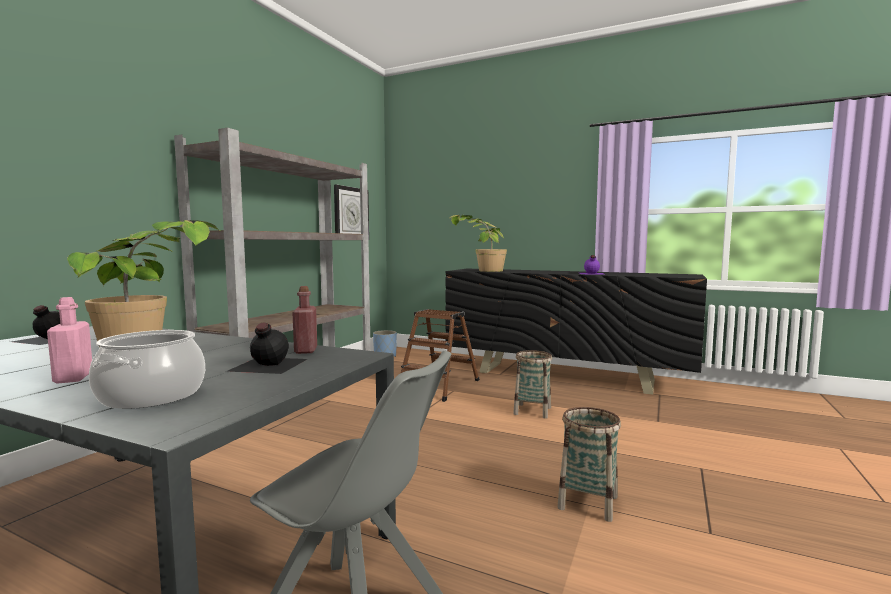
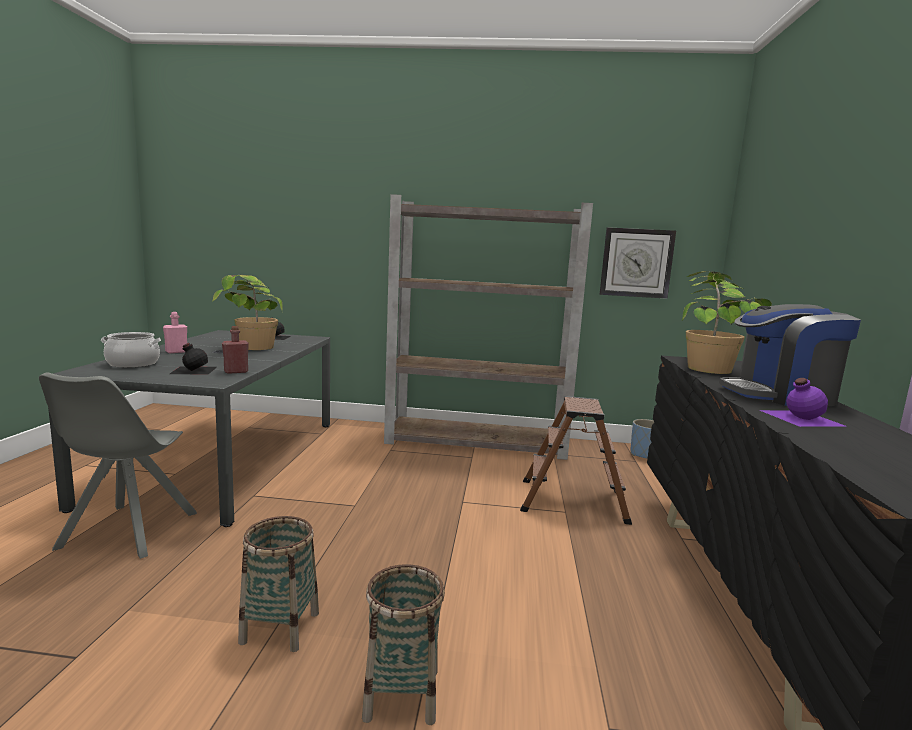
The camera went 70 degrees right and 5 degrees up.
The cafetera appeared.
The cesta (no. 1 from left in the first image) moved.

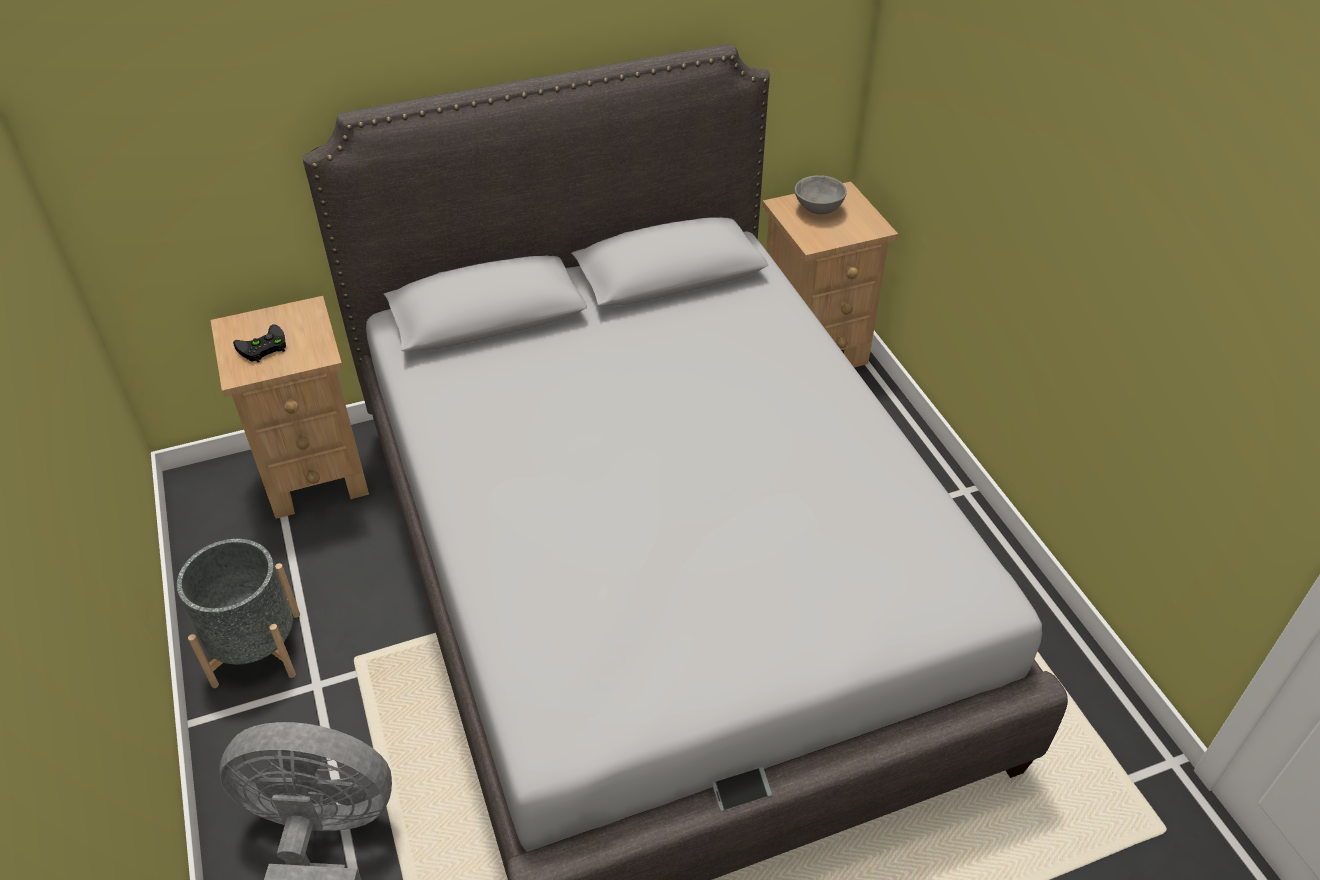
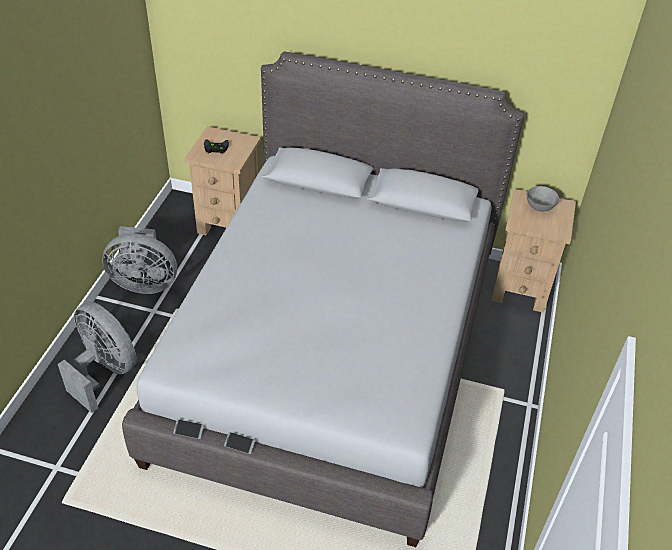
The camera went 35 degrees right and 0 degrees up.
The móvil (no. 1 from left) appeared.
The maceta [gris] was replaced by the ventilador [gris] (no. 2 from left).

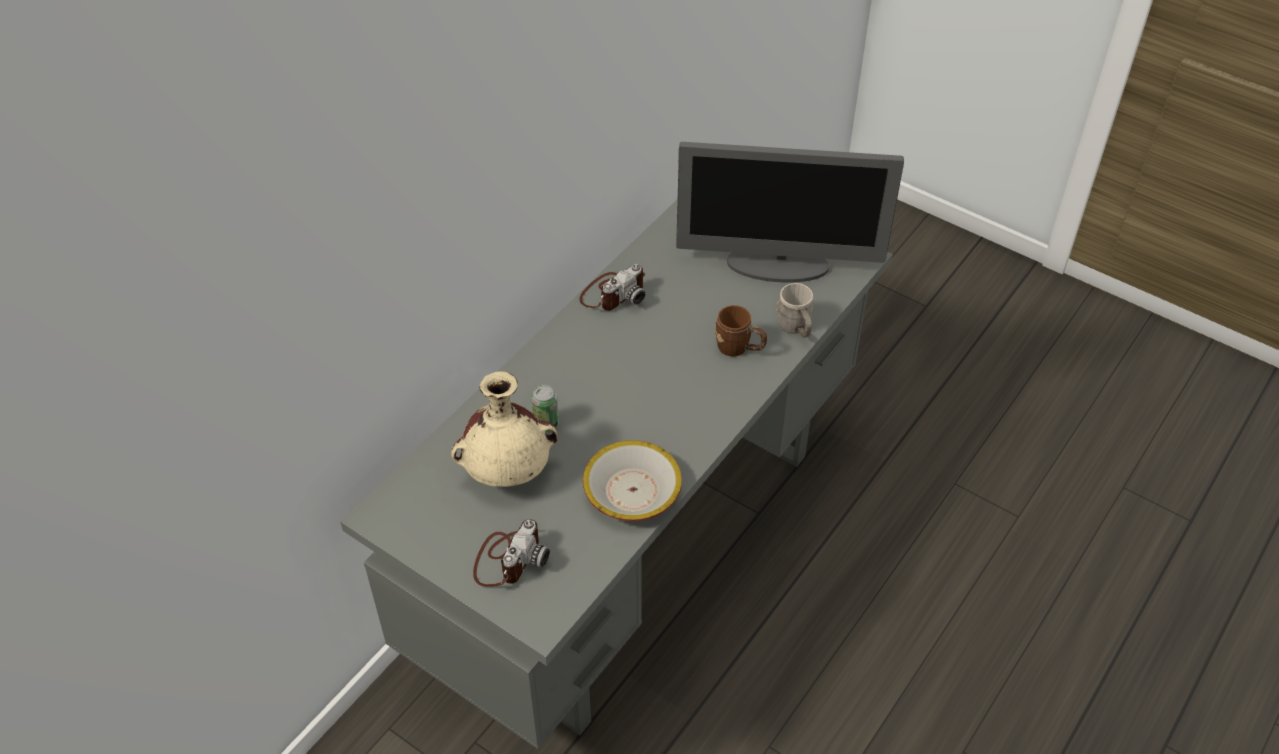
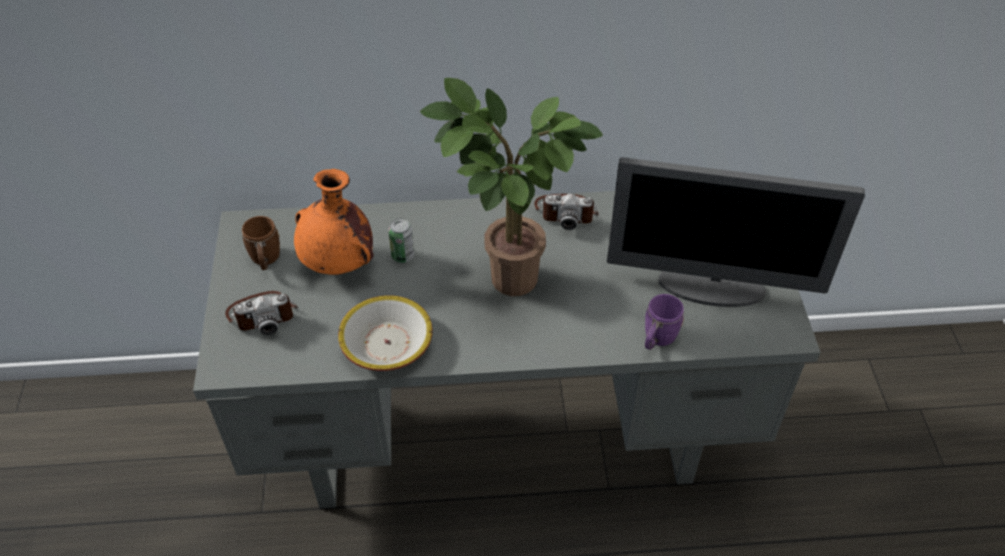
The camera went 50 degrees right and 0 degrees up.
The planta en maceta appeared.
The taza grande [marrón] moved.
The florero [beis] became the florero [naranja].
The taza grande [gris] became the taza grande [morado].
The monitor turned 45 degrees counterclockwise.

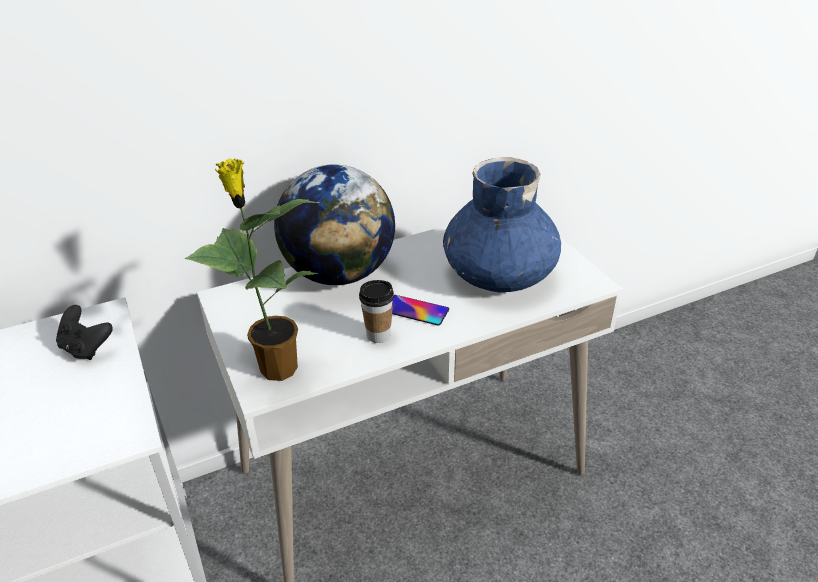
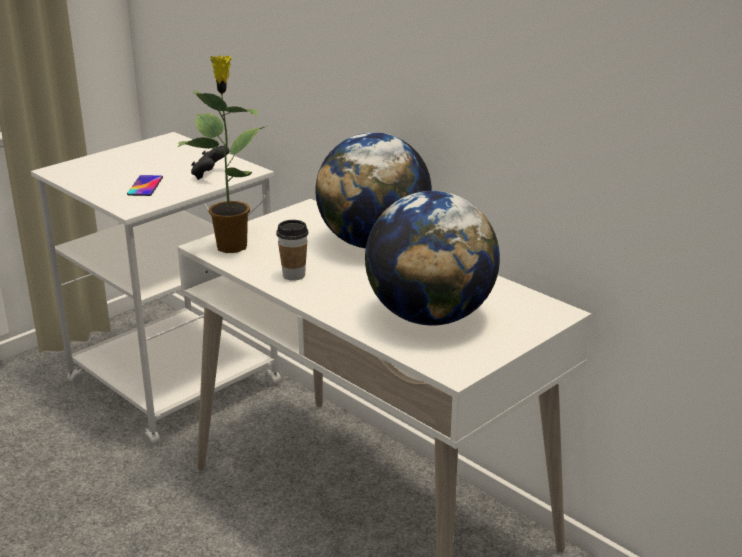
The camera went 70 degrees right and 10 degrees down.
The móvil moved.
The florero [azul] was replaced by the globo terráqueo (no. 2 from left).

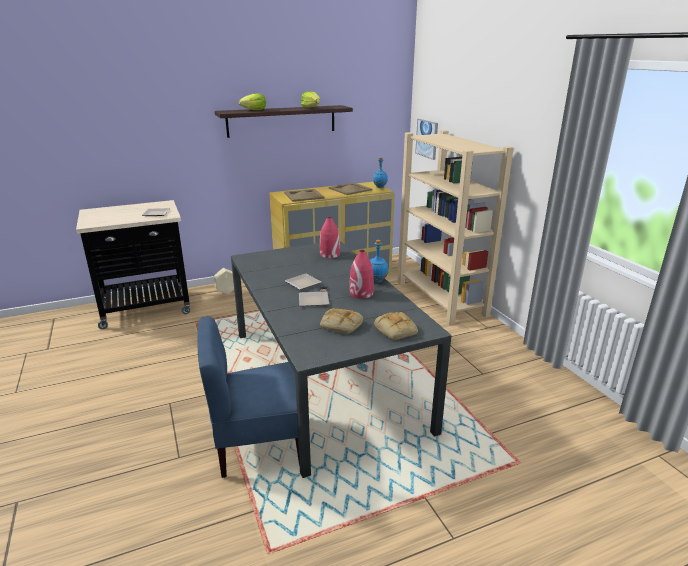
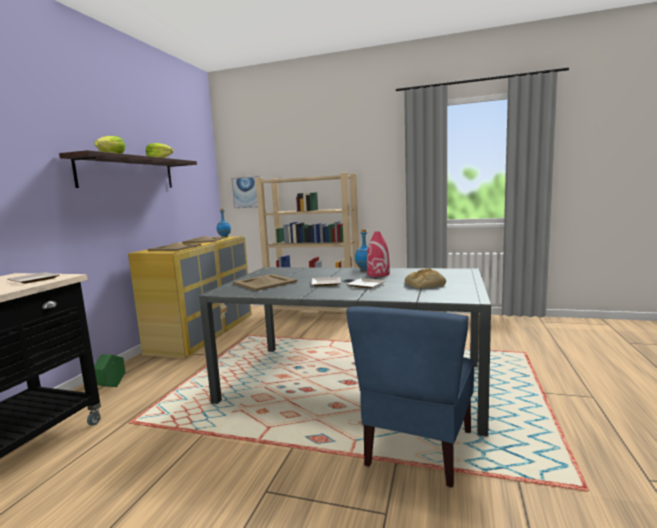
The camera went 50 degrees left and 15 degrees down.
The florero [rojo] (no. 1 from left) disappeared.
The pan (no. 2 from left) disappeared.
The bandeja [beis] (no. 3 from left) appeared.
The maceta [beis] became the maceta [verde].

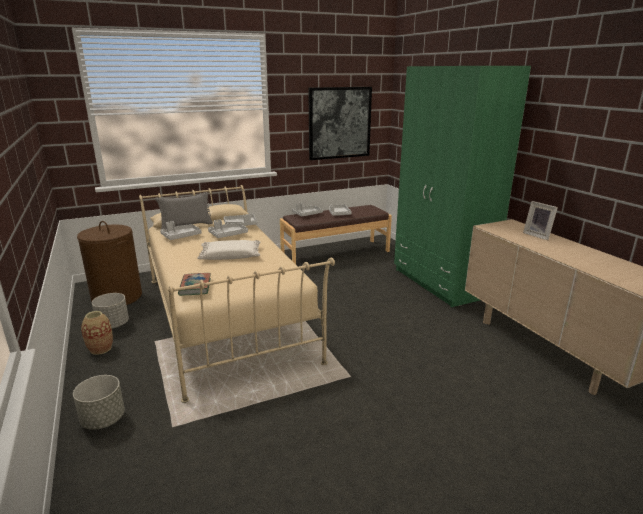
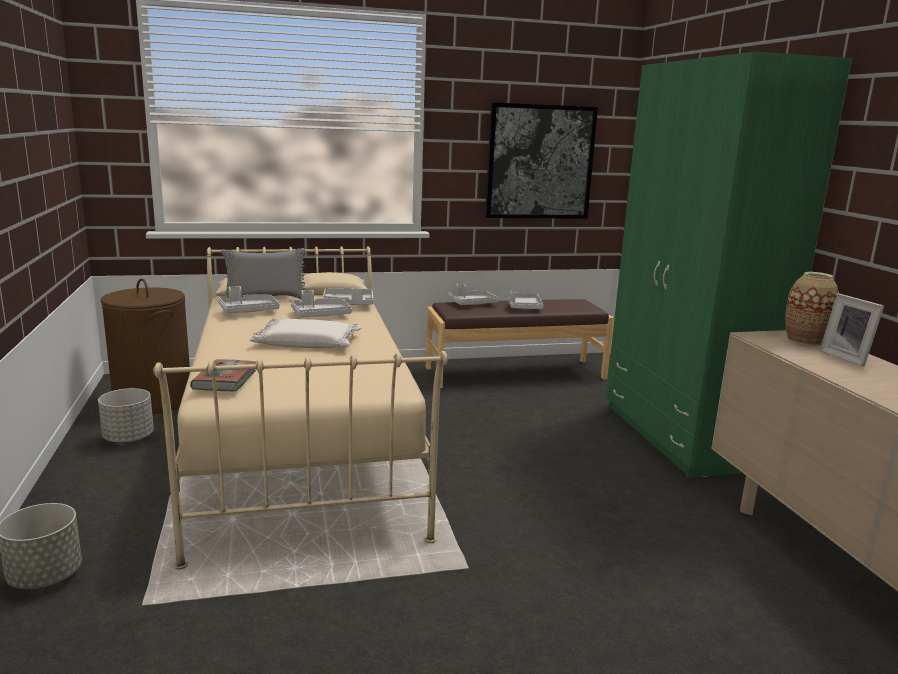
The camera went 10 degrees right and 5 degrees down.
The florero moved.

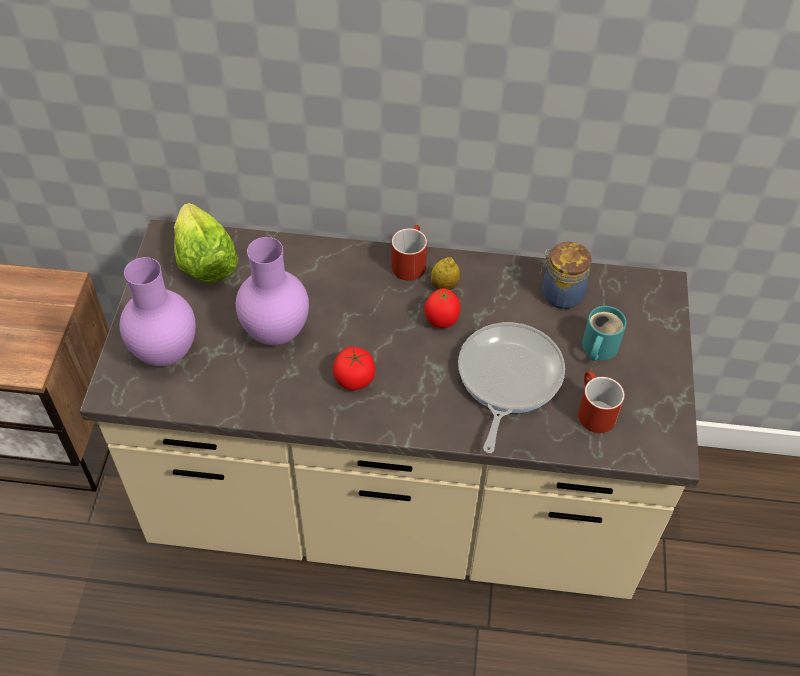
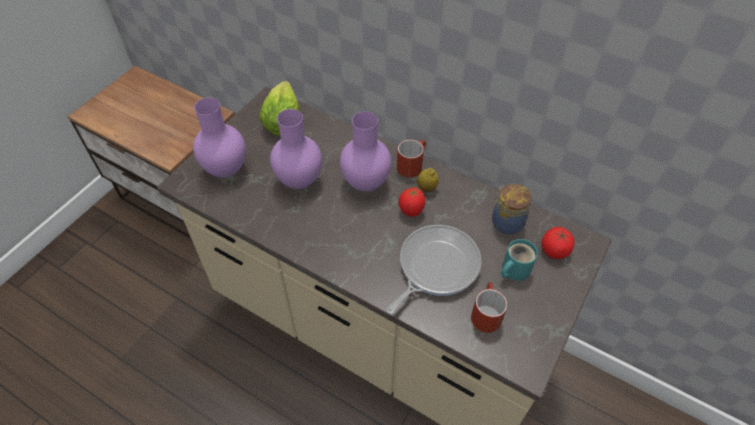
The camera went 25 degrees right and 0 degrees up.
The florero [morado] (no. 3 from left) appeared.
The tomate (no. 1 from left in the first image) moved.

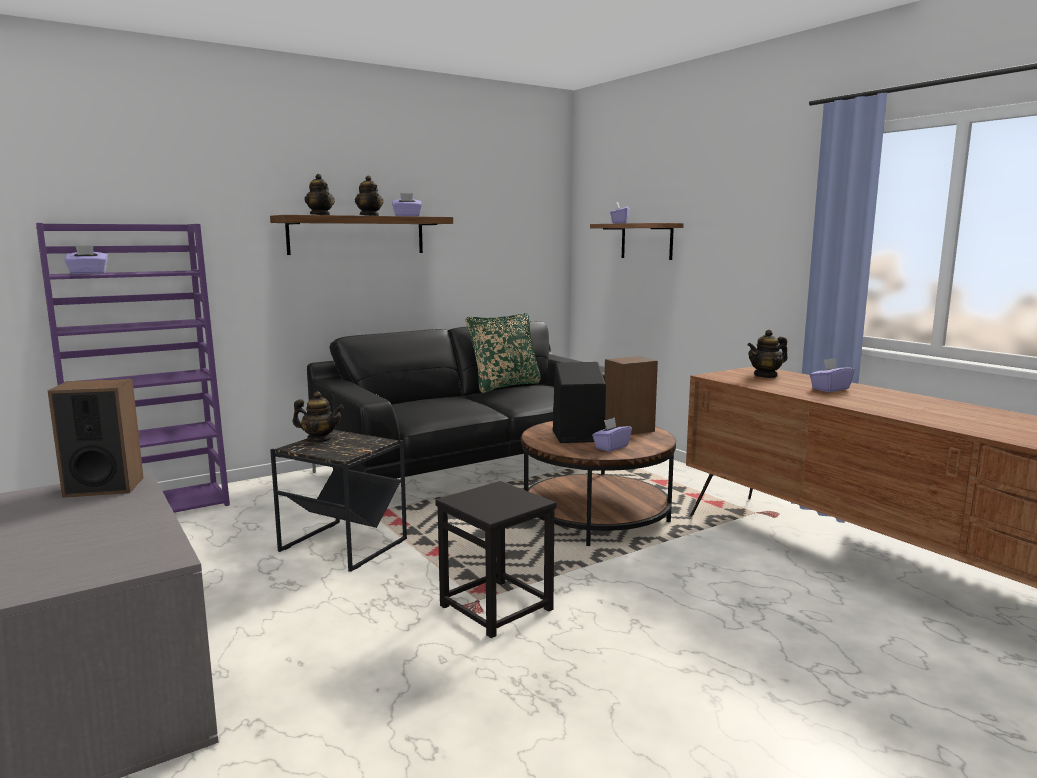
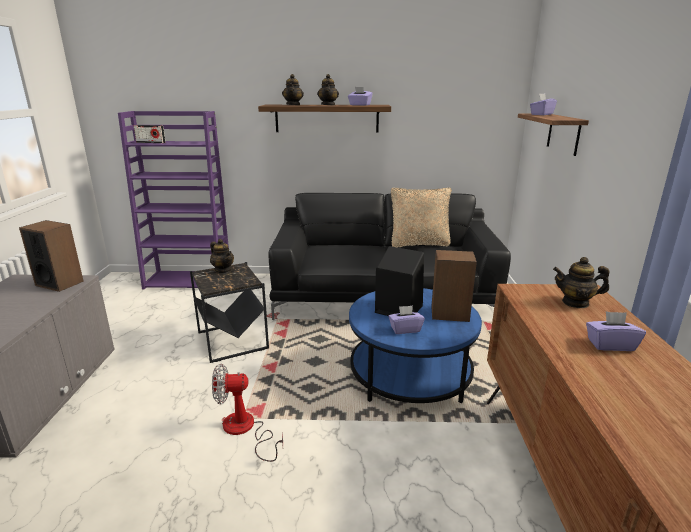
The camera went 35 degrees right and 10 degrees up.
The caja de pañuelos [morado] (no. 1 from left) was replaced by the radio.
The taburete [negro] was replaced by the ventilador.
The cojín [verde] became the cojín [beis].
The mesa de centro [marrón] became the mesa de centro [azul].

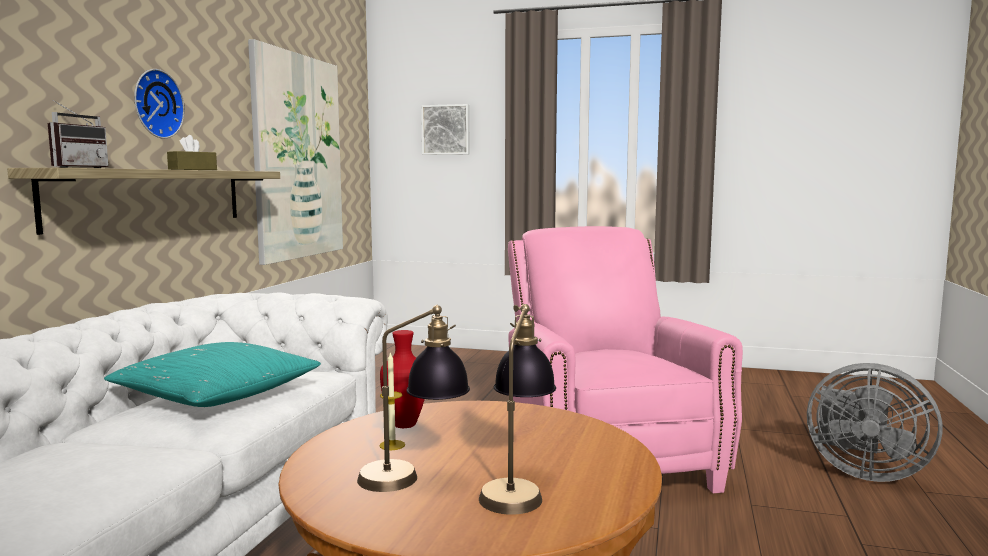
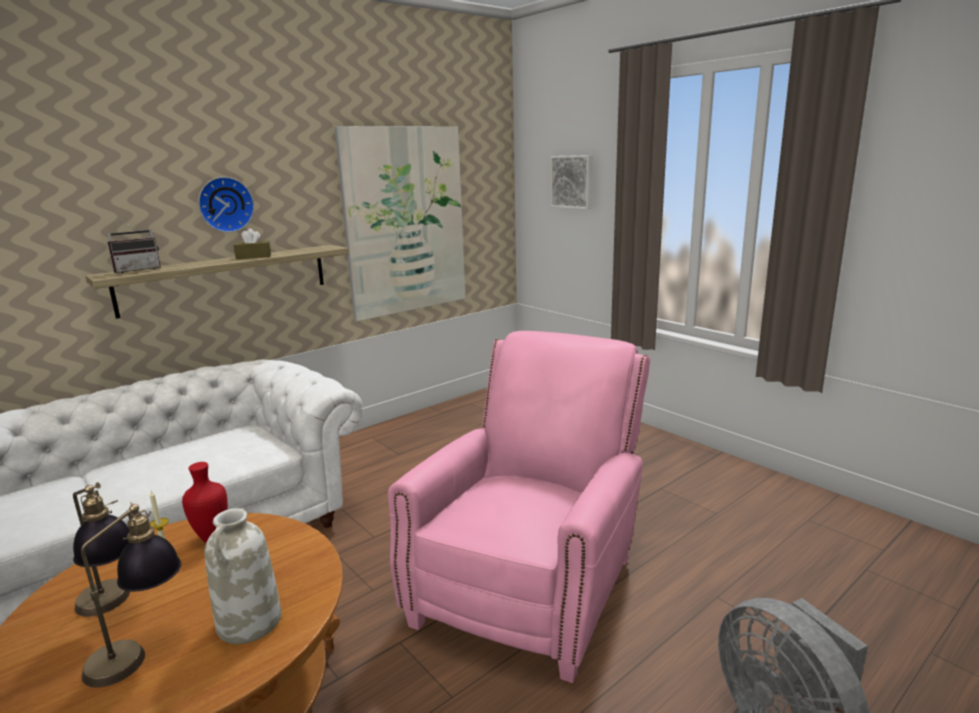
The camera went 35 degrees right and 10 degrees up.
The cojín [turquesa] disappeared.
The florero [blanco] appeared.

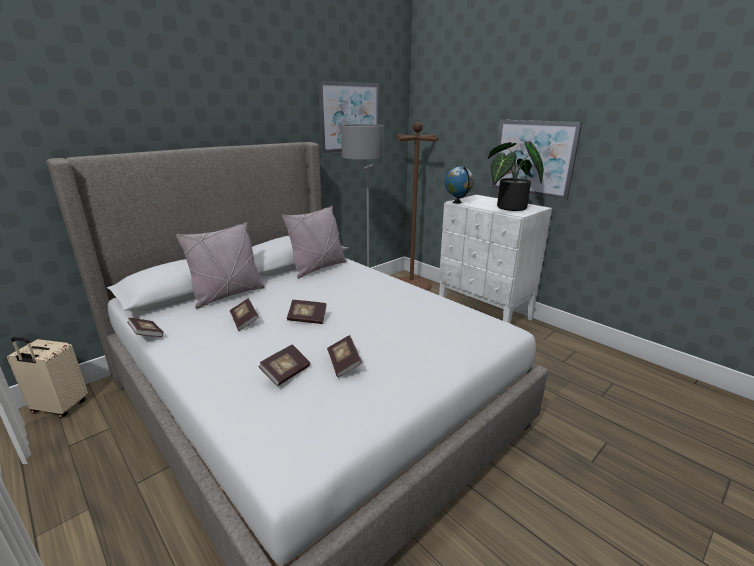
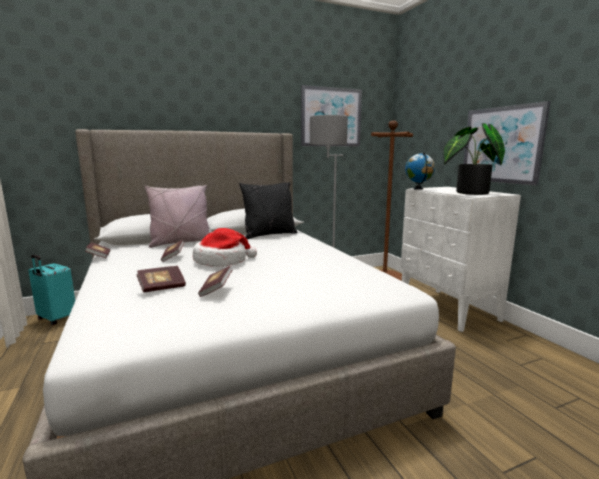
The camera went 20 degrees right and 10 degrees down.
The libro (no. 4 from left) was replaced by the sombrero.
The maleta [beis] became the maleta [turquesa].
The cojín [morado] (no. 2 from left) became the cojín [negro].

